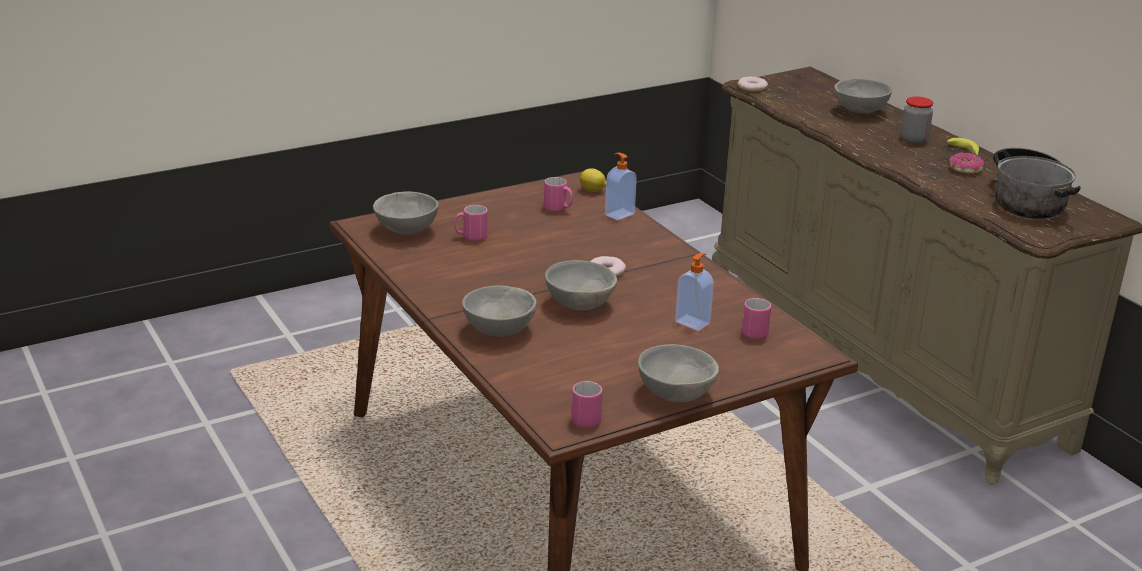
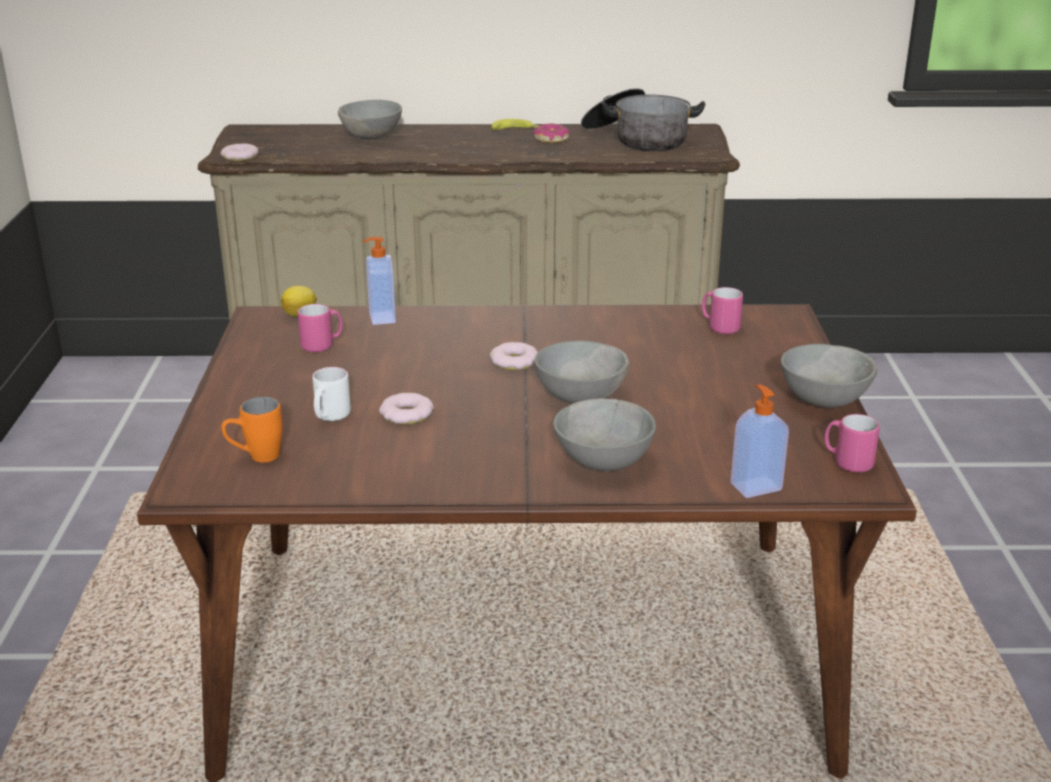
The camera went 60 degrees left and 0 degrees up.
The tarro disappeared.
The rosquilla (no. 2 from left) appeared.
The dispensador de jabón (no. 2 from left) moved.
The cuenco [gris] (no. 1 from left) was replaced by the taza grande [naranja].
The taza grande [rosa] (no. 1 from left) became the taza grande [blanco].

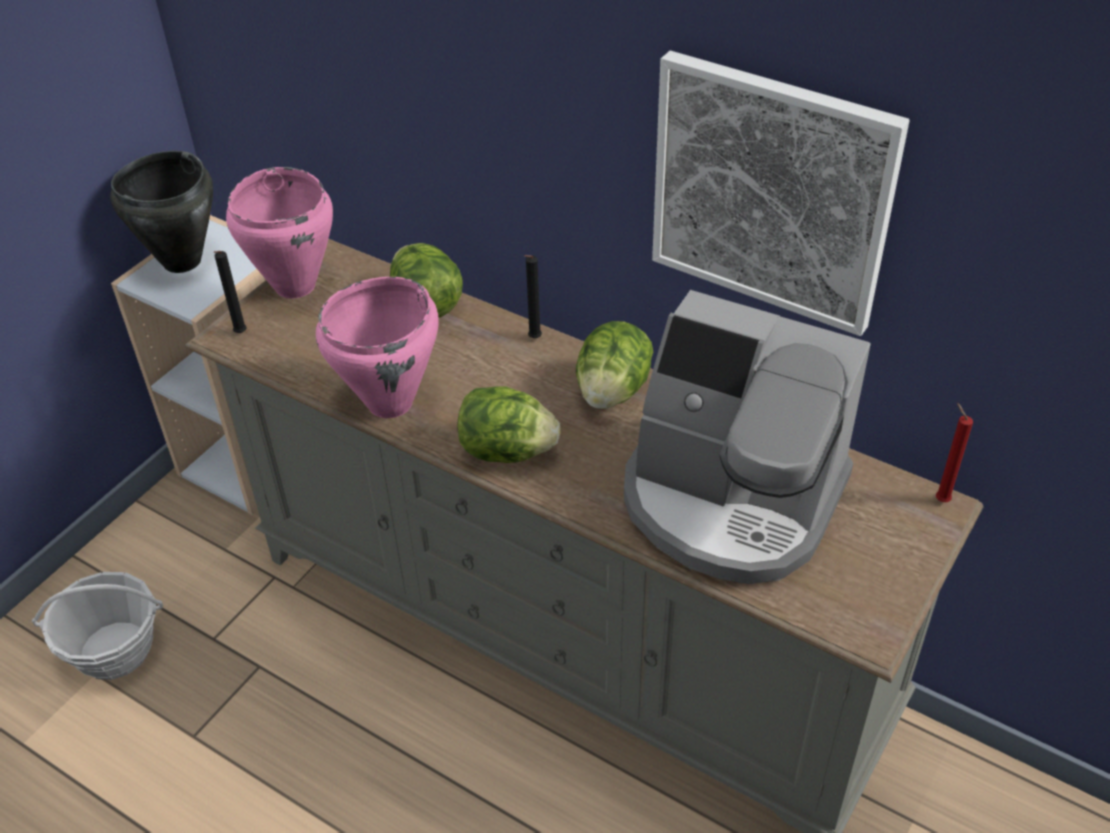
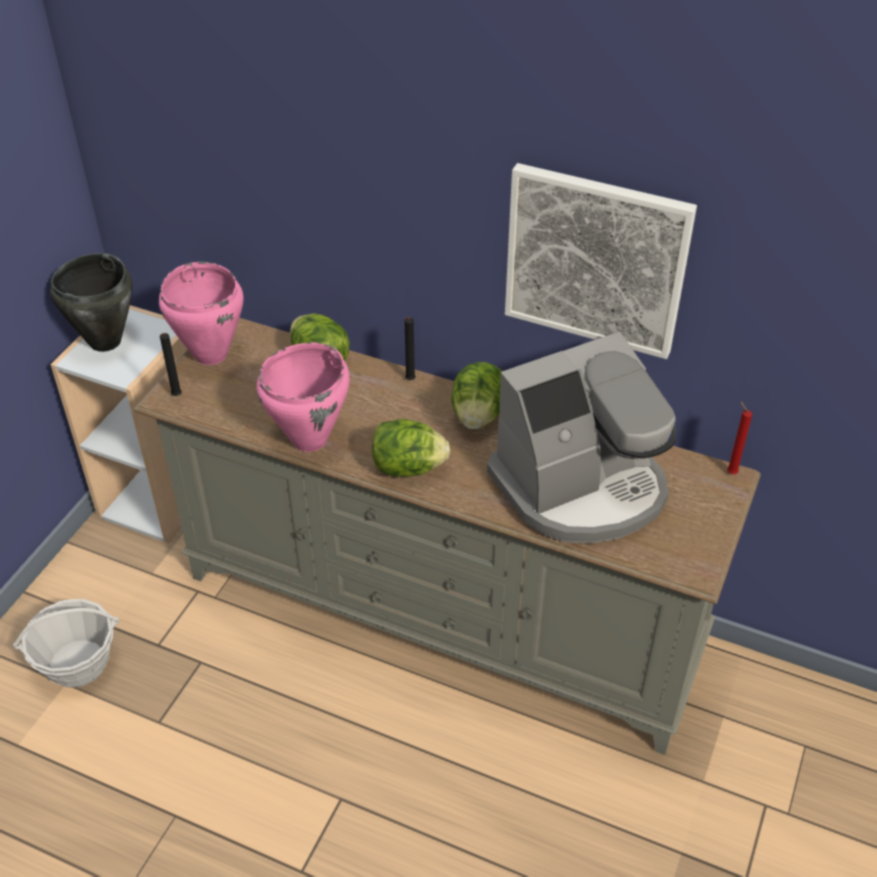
The camera went 10 degrees left and 0 degrees up.
The cafetera turned 45 degrees counterclockwise.

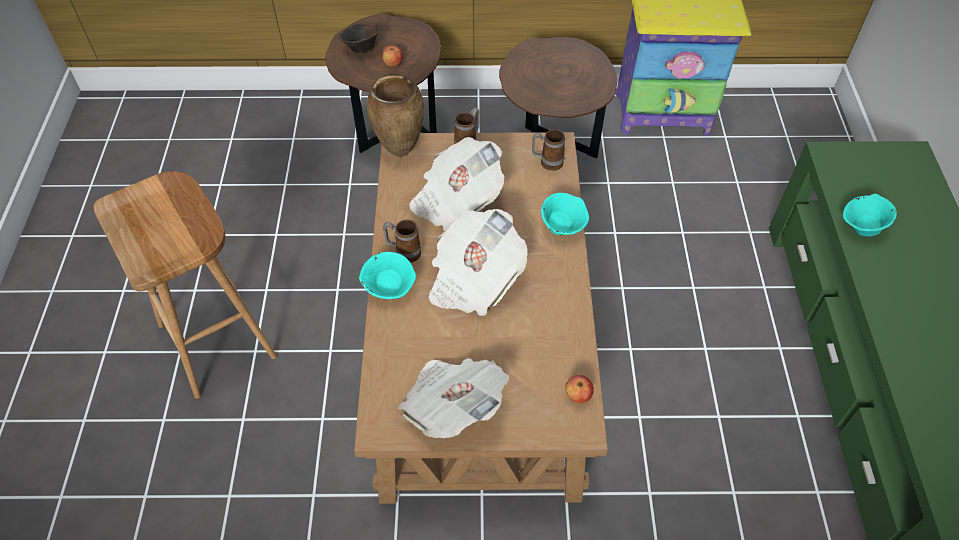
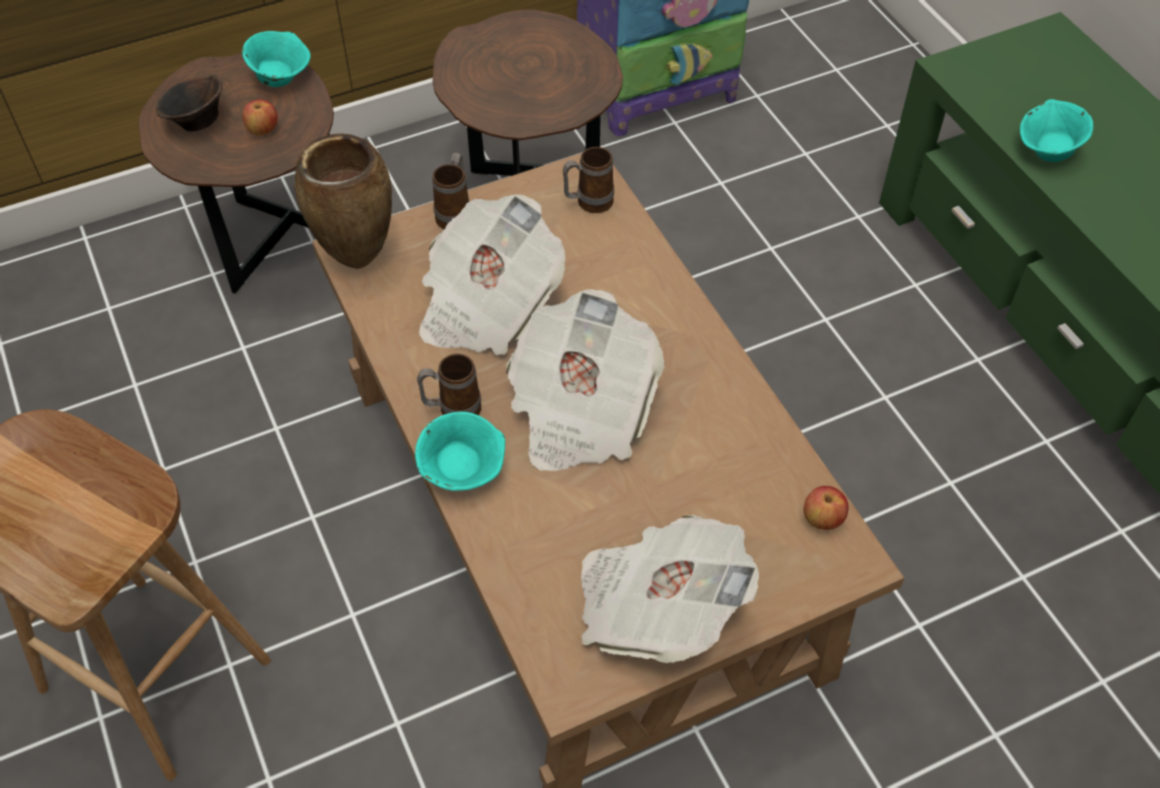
The camera went 25 degrees left and 0 degrees up.
The cuenco [turquesa] (no. 2 from left in the first image) moved.

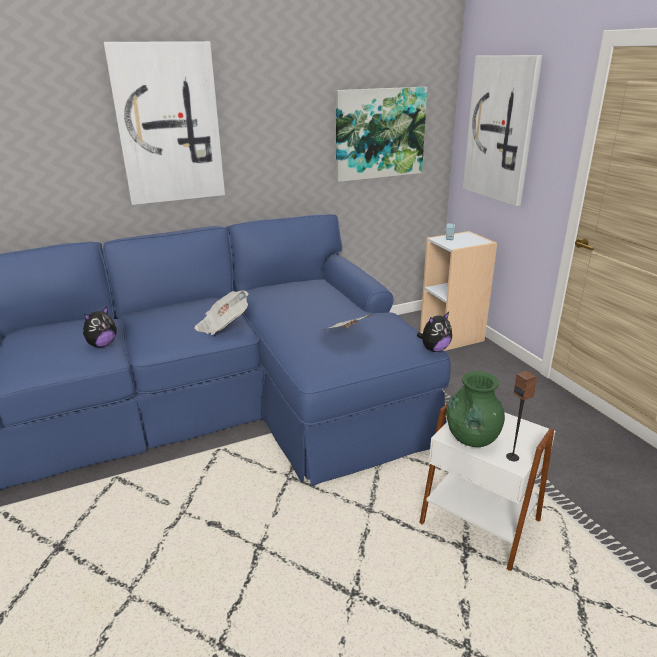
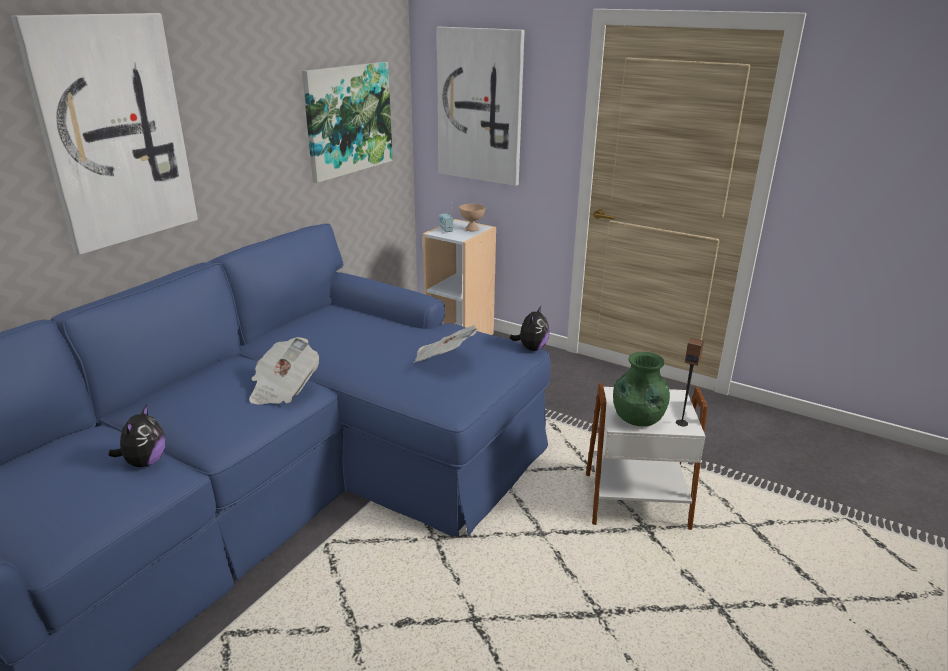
The camera went 35 degrees left and 0 degrees up.
The cuenco [beis] appeared.

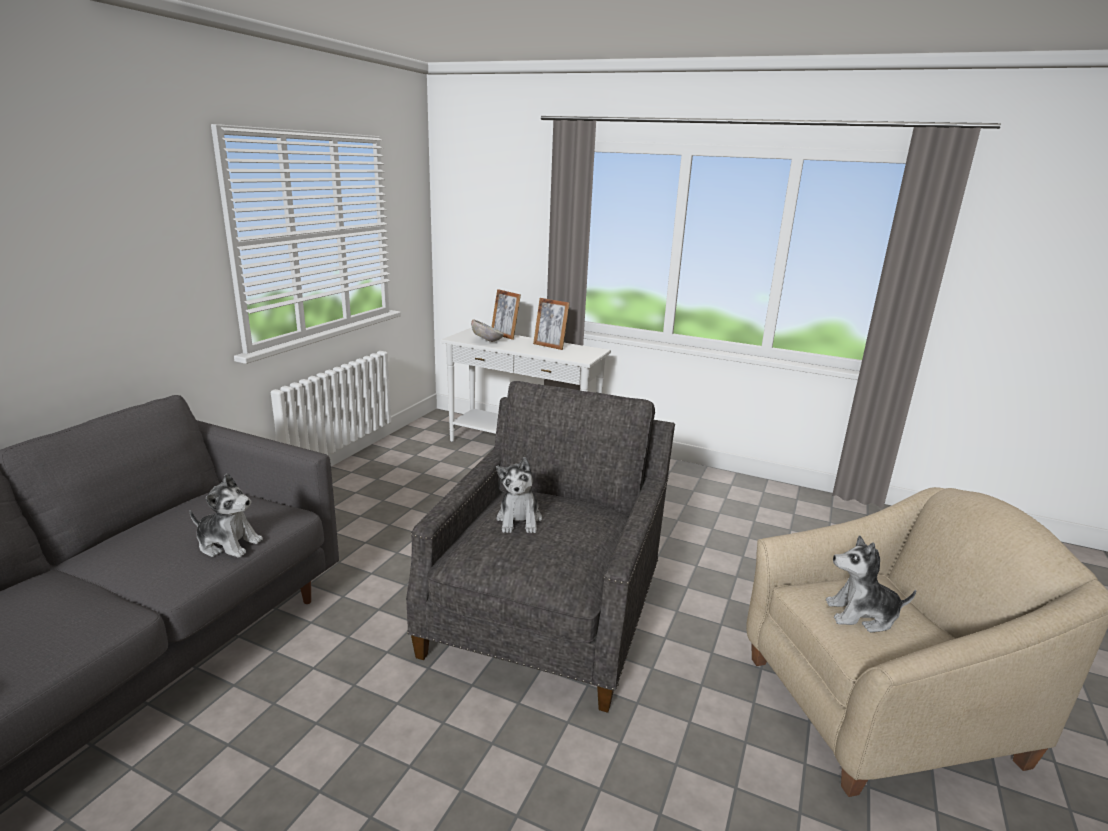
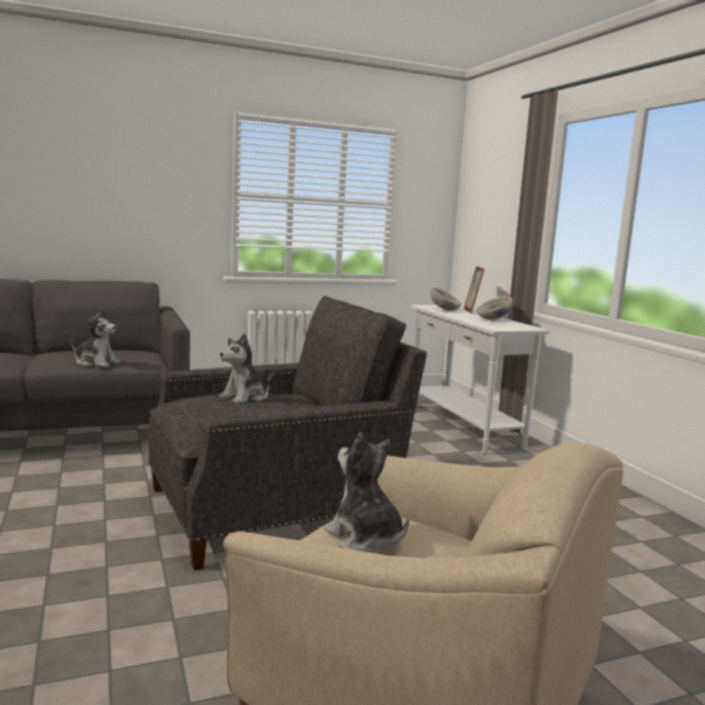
The camera went 45 degrees right and 10 degrees down.
The portarretratos (no. 2 from left) was replaced by the cuenco (no. 2 from left).
The peluche (no. 1 from left) turned 45 degrees counterclockwise.

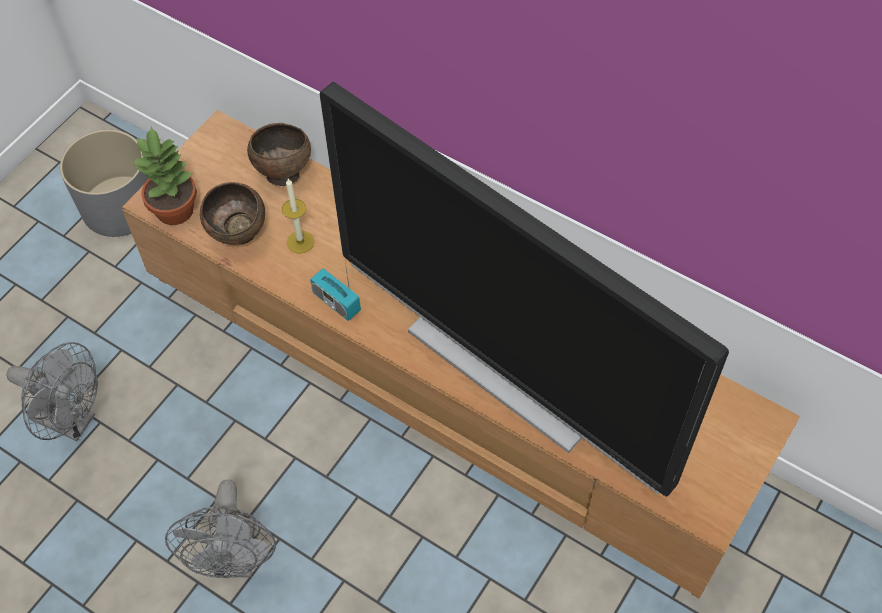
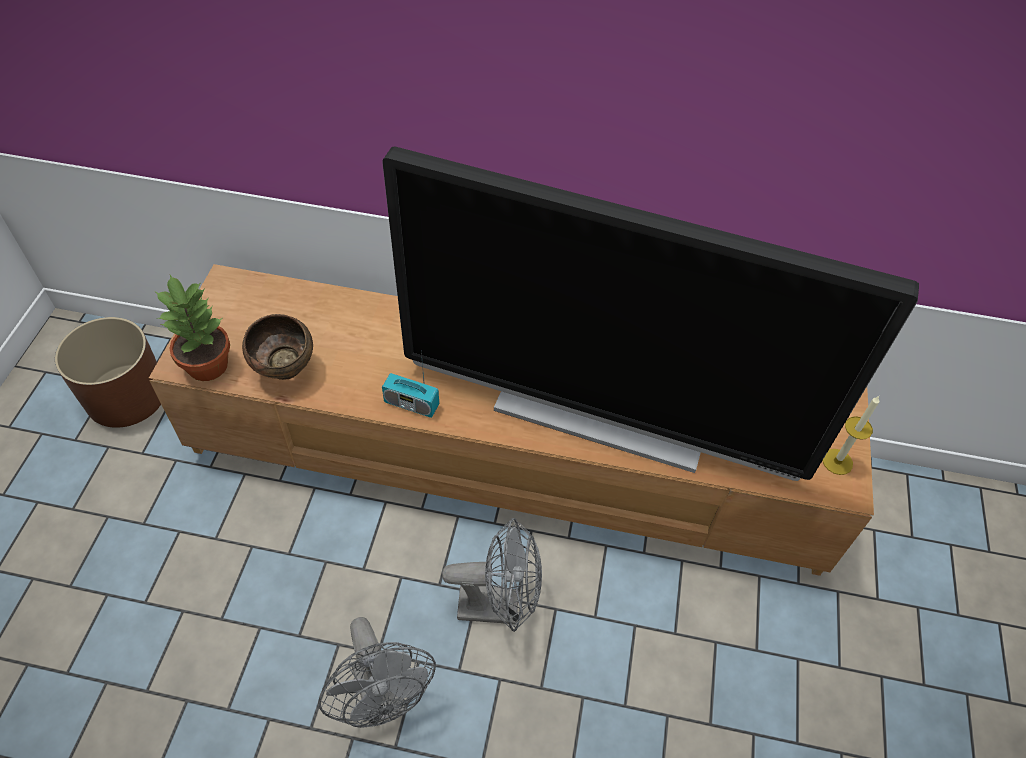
The camera went 25 degrees left and 5 degrees down.
The cuenco [marrón] (no. 2 from left) disappeared.
The ventilador [gris] (no. 1 from left in the first image) moved.
The vela moved.
The maceta [gris] became the maceta [marrón].

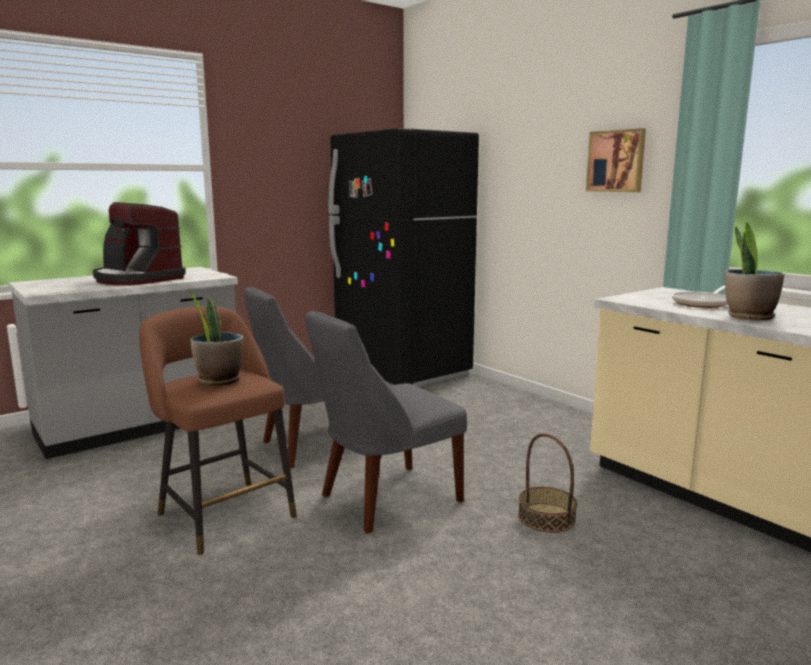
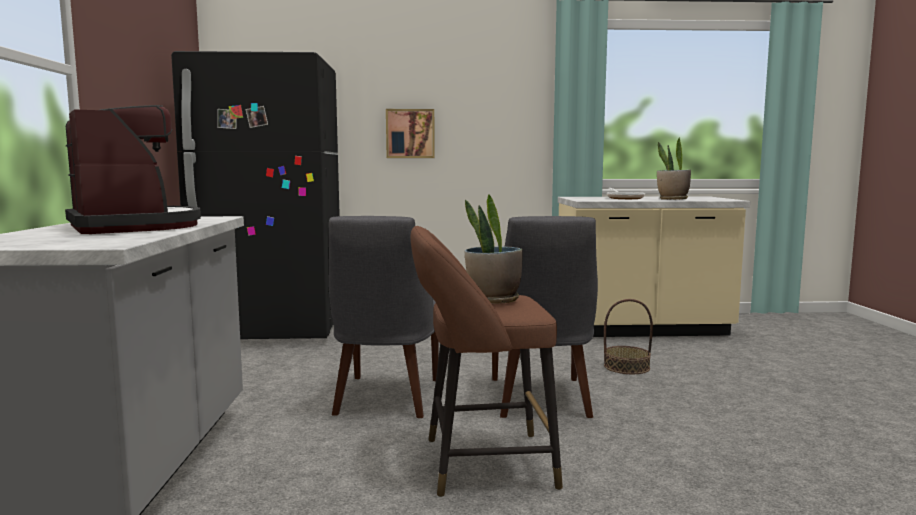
The camera went 55 degrees left and 5 degrees down.
The cuadro moved.
The cafetera turned 105 degrees counterclockwise.

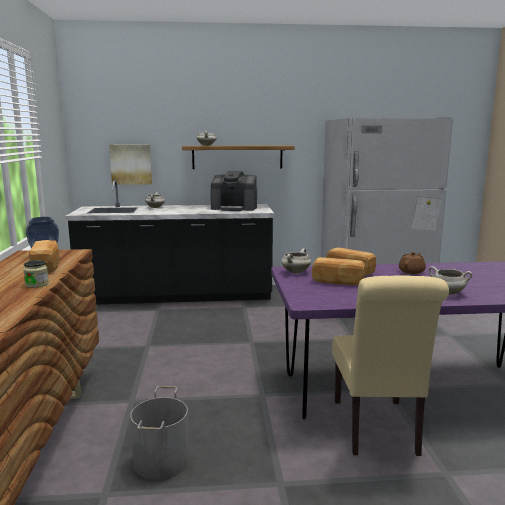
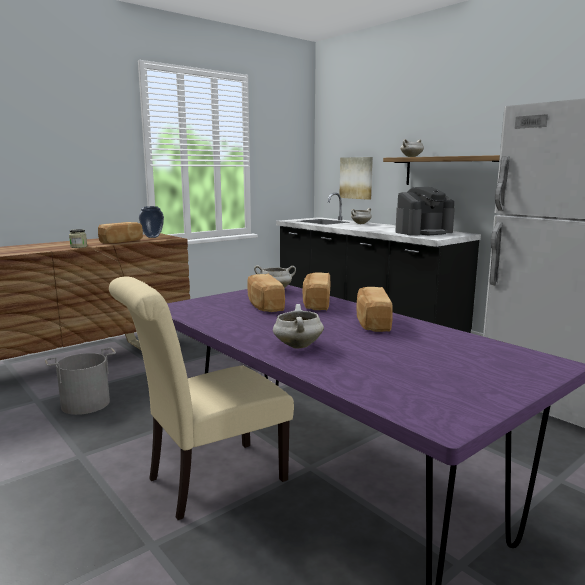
The camera went 55 degrees right and 0 degrees up.
The tetera [marrón] was replaced by the pan (no. 4 from left).
The cafetera turned 90 degrees counterclockwise.

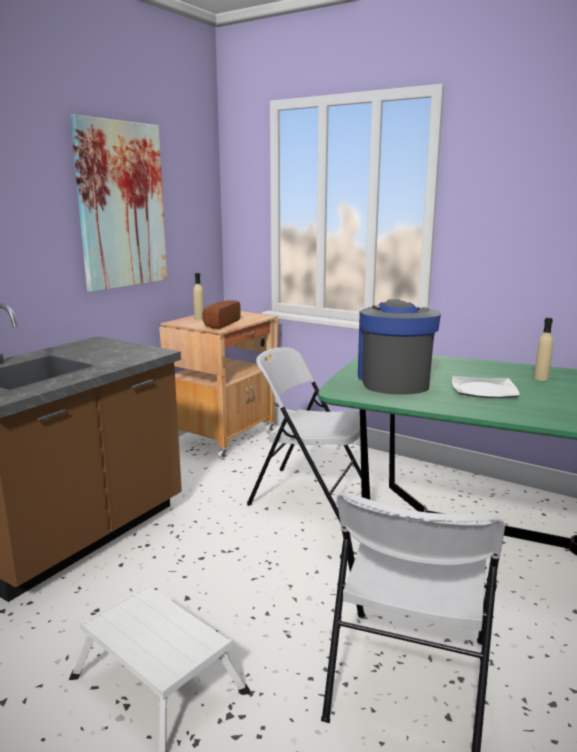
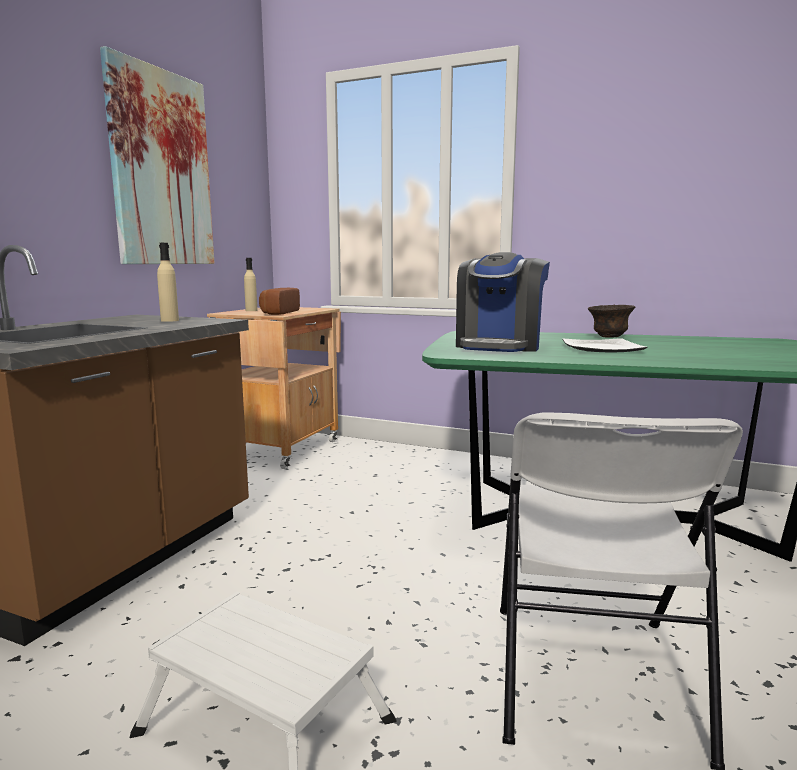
The camera went 10 degrees left and 5 degrees down.
The silla [blanco] (no. 1 from left) disappeared.
The cuenco [marrón] appeared.
The botella [beis] (no. 2 from left in the first image) moved.
The cafetera turned 150 degrees counterclockwise.

